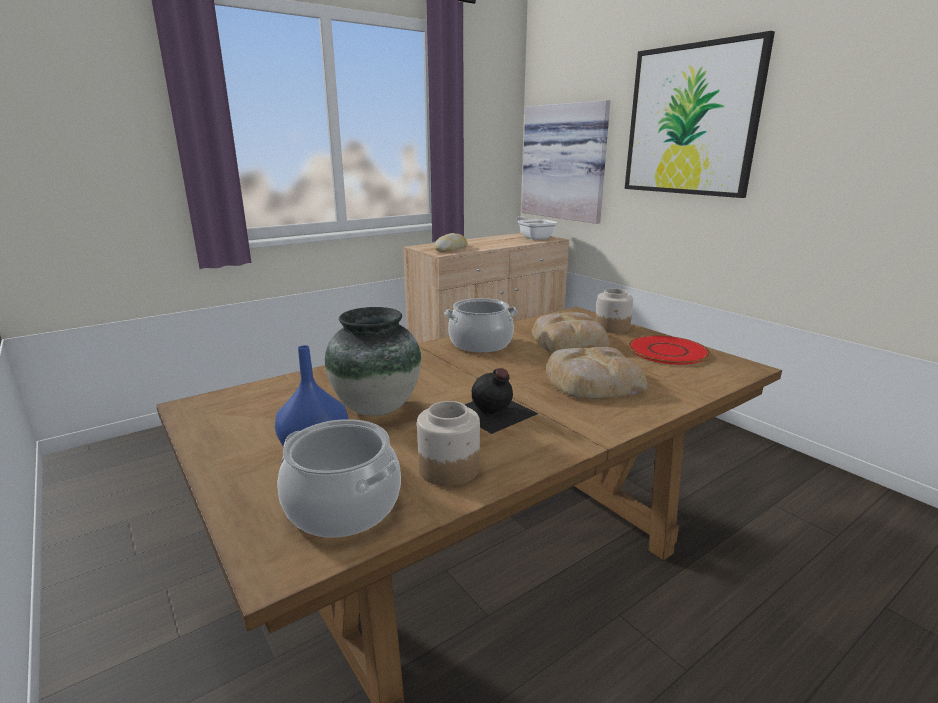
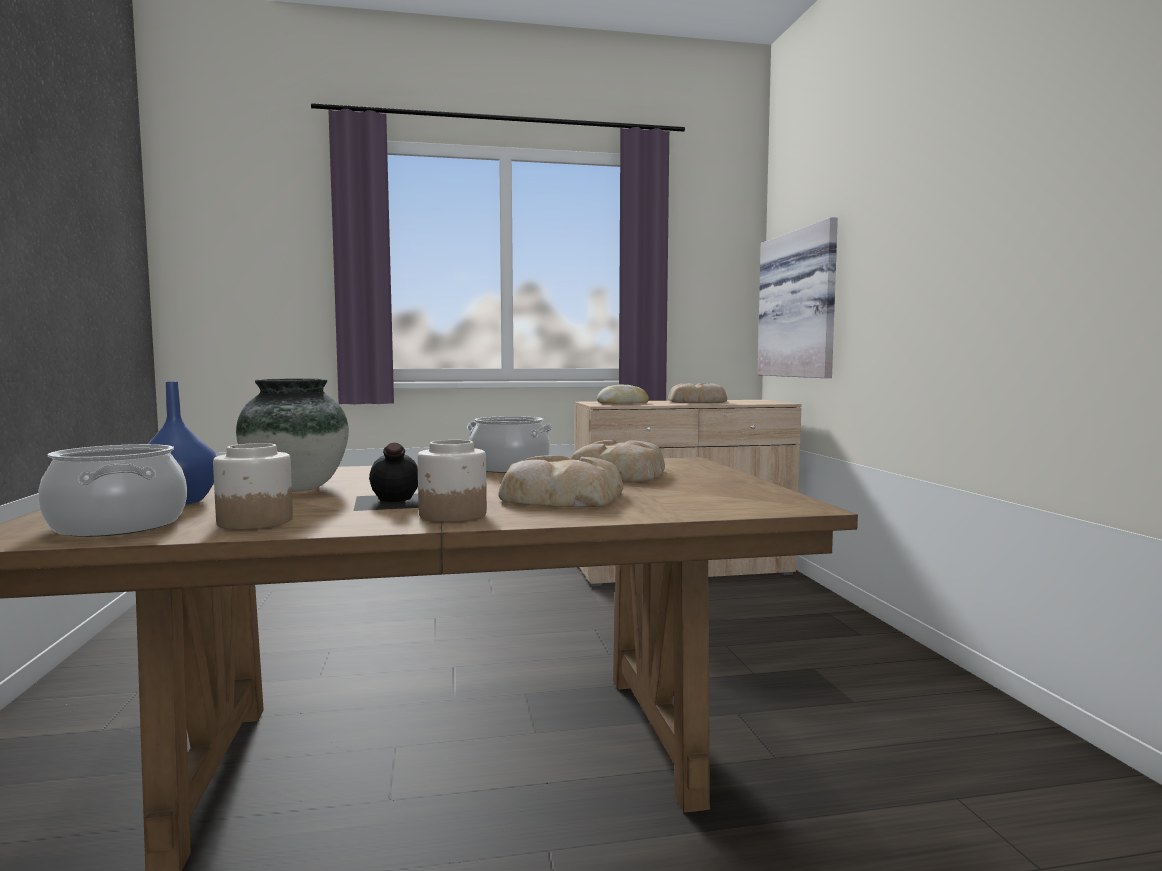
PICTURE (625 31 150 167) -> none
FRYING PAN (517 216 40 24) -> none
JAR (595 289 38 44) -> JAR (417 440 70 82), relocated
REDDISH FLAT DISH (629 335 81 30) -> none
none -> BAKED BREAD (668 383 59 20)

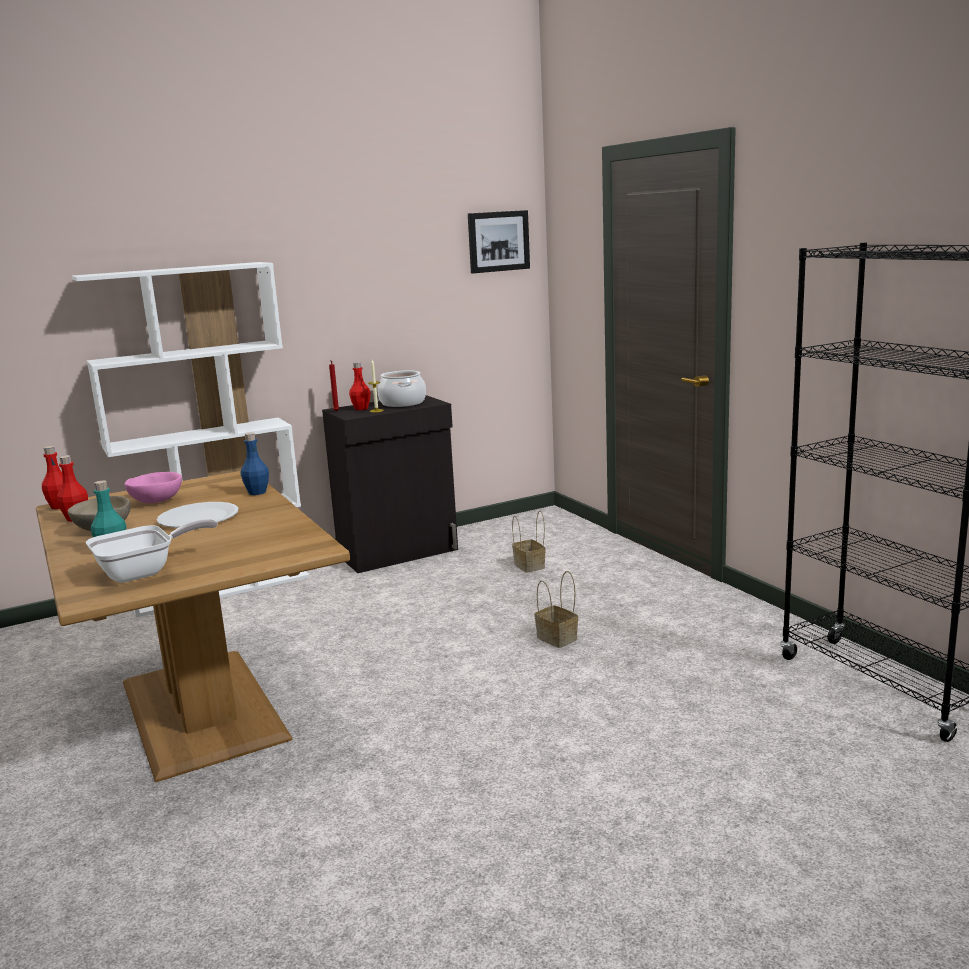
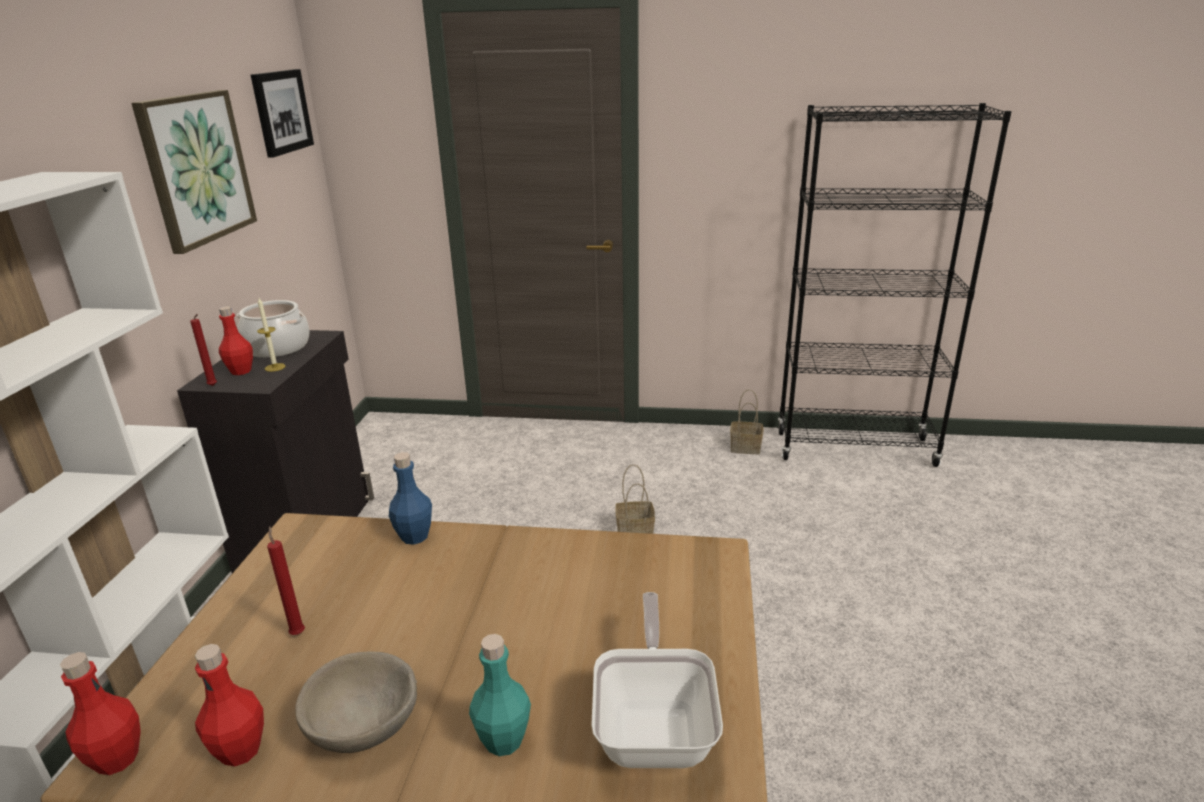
PINK-COLOURED BOWL (125 472 57 31) -> REDDISH CANDLE (267 526 38 109)
WHITE-COLOURED FLAT DISH (157 502 81 26) -> none
HOUSEHOLD BASKET (512 511 34 62) -> HOUSEHOLD BASKET (730 389 33 65), relocated
none -> PICTURE (131 90 126 164)

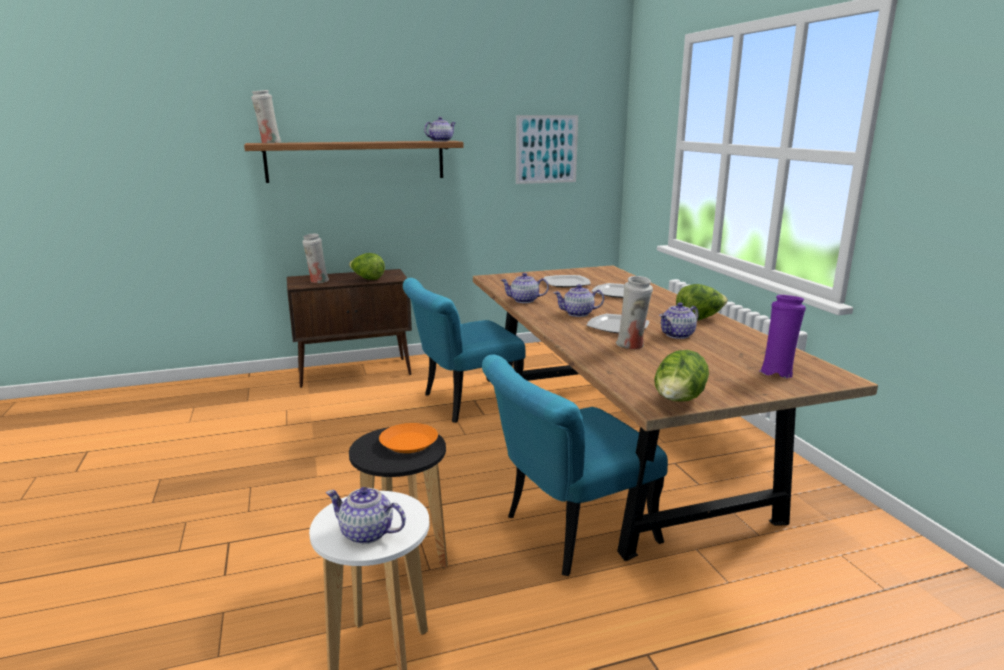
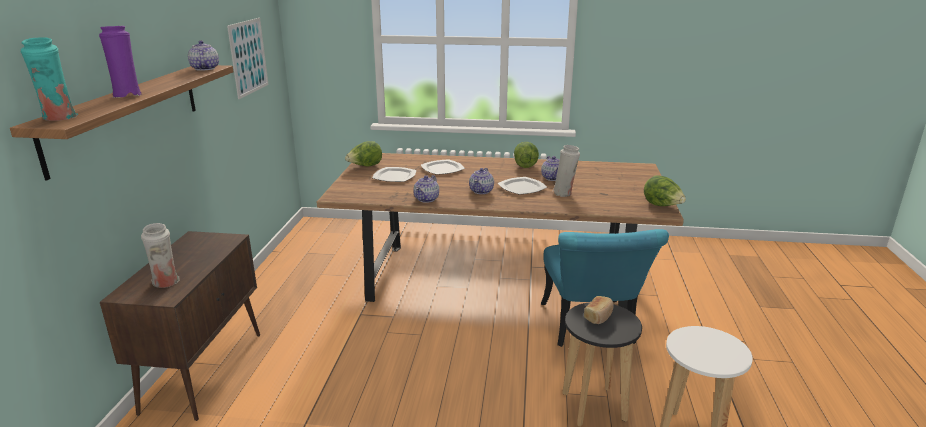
WHITE-COLOURED DECORATIVE VASE (251 90 30 53) -> TURQUOISE DECORATIVE VASE (21 37 57 84)
LETTUCE (349 253 36 27) -> LETTUCE (345 141 37 25), relocated
TURQUOISE UPRIGHT CHAIR (403 278 123 145) -> none
PURPLE DECORATIVE VASE (759 295 47 84) -> PURPLE DECORATIVE VASE (99 26 43 72), relocated
ORANGE FLAT DISH (379 423 59 30) -> BAKED BREAD (584 296 30 28)
TEAPOT (326 487 80 57) -> none

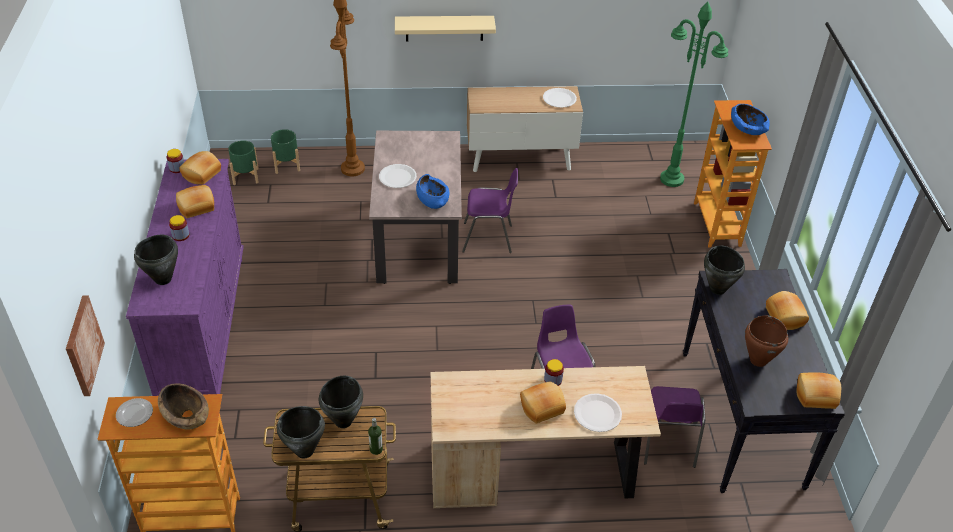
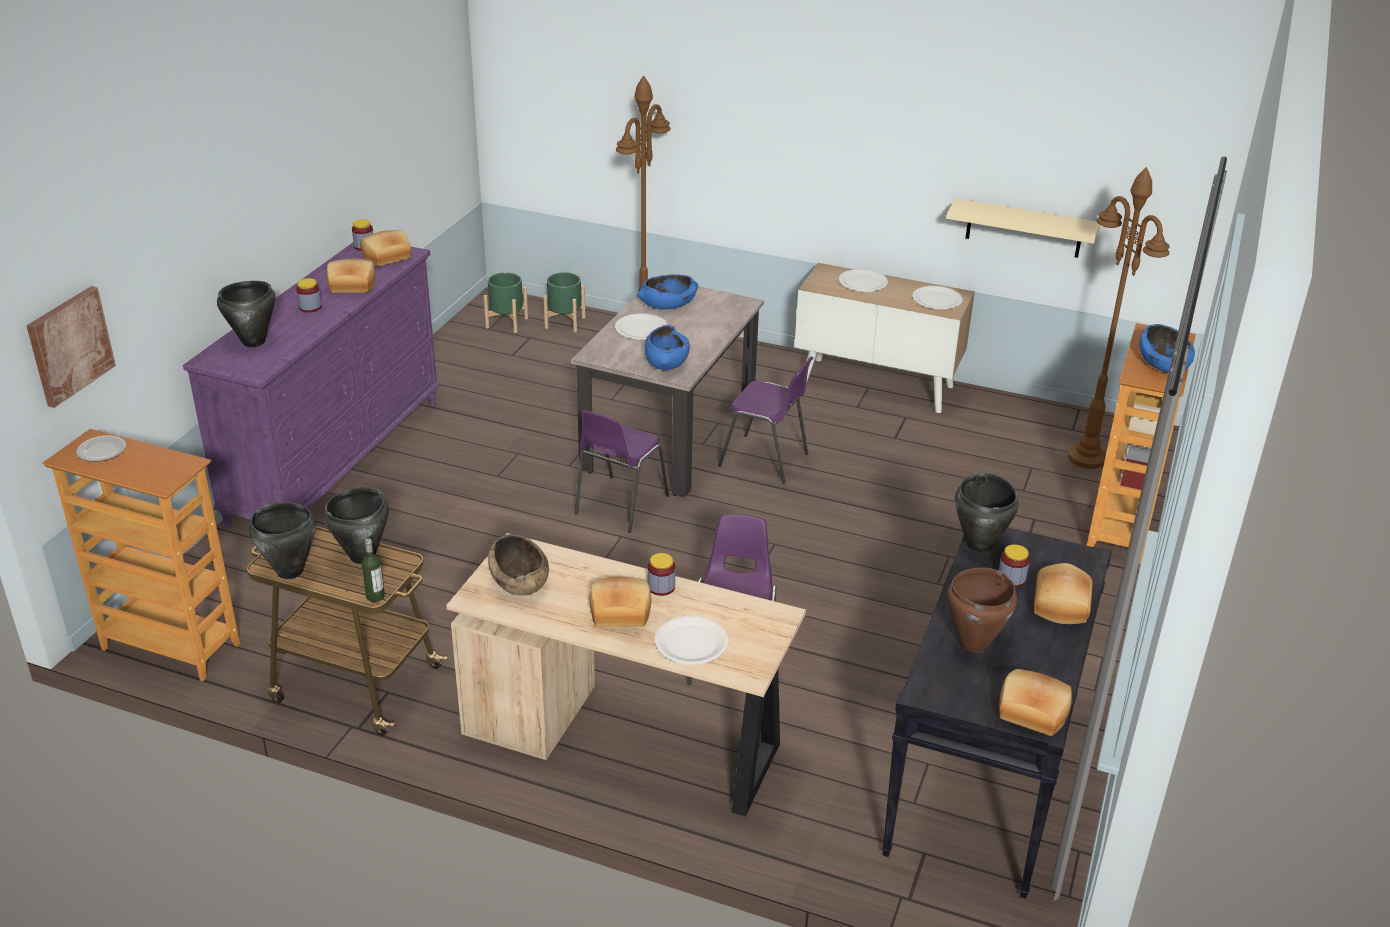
GREEN STANDING LAMP (660 1 68 186) -> BROWN-COLOURED STANDING LAMP (1068 167 102 302)
BEIGE-COLOURED BRACKET SHELF (395 16 101 26) -> BEIGE-COLOURED BRACKET SHELF (946 198 154 60), relocated
BROWN-COLOURED BOWL (158 383 51 47) -> BROWN-COLOURED BOWL (488 534 61 62), relocated
PURPLE UPRIGHT CHAIR (644 386 61 82) -> PURPLE UPRIGHT CHAIR (575 410 94 123), relocated
none -> WHITE-COLOURED FLAT DISH (839 269 49 23)
none -> BLUISH BOWL (637 274 61 35)
none -> JAR (999 544 31 44)

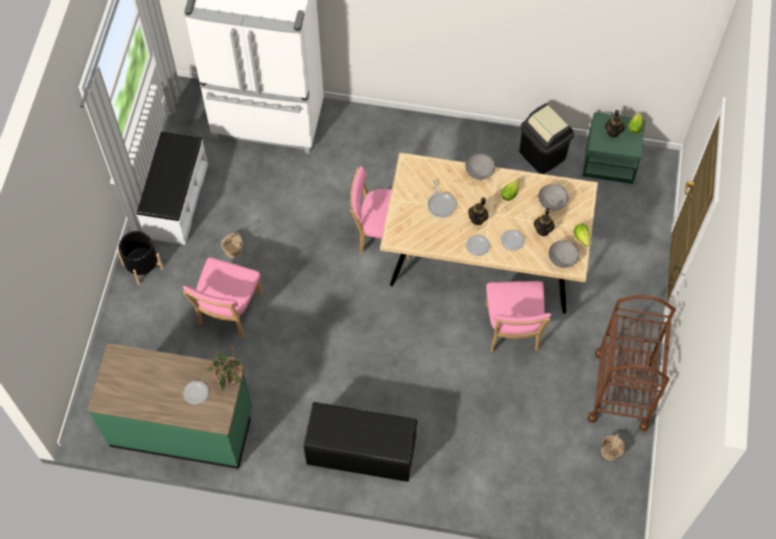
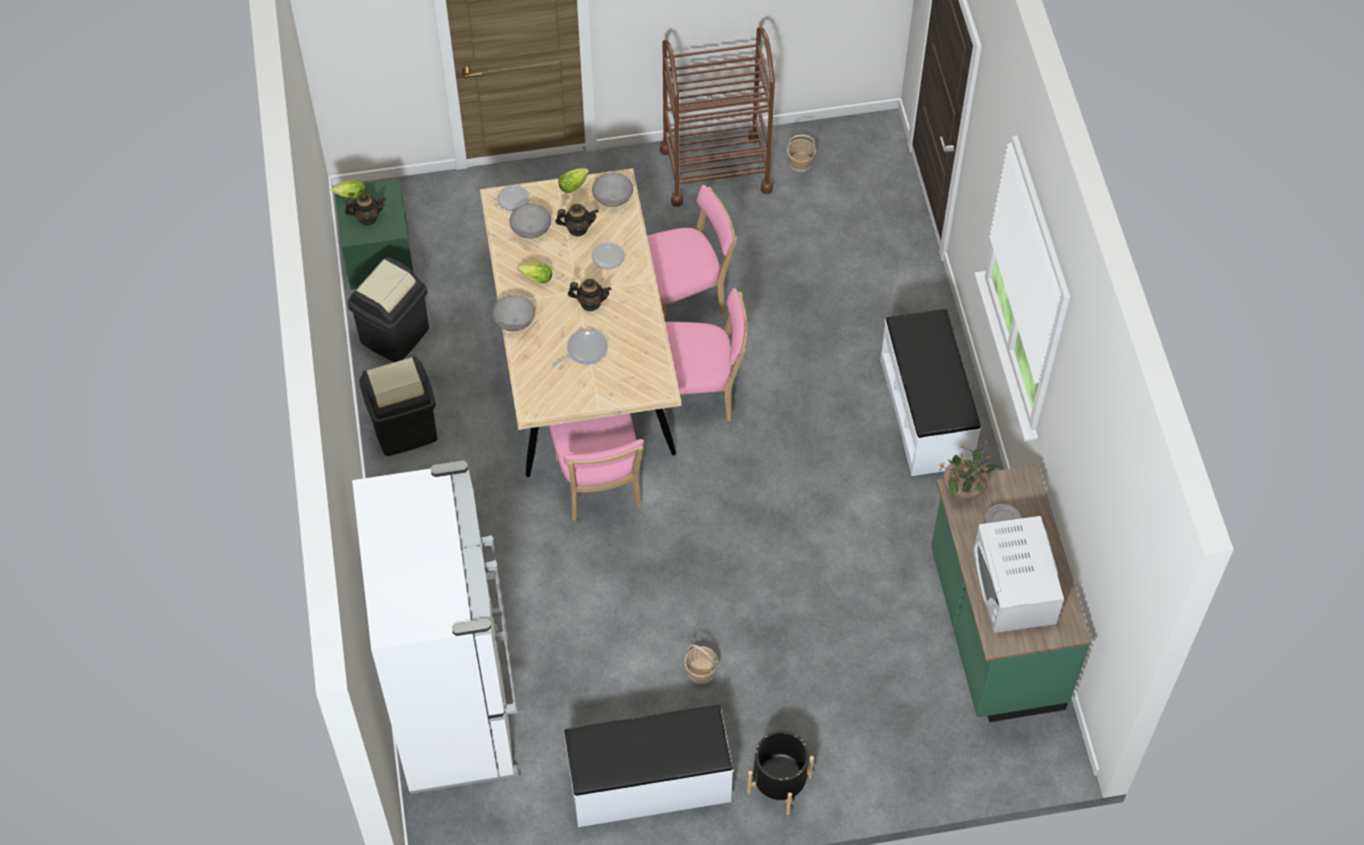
FLAT DISH (466 235 24 21) -> FLAT DISH (497 185 33 26), relocated
PINK-COLOURED UPRIGHT CHAIR (183 257 79 81) -> PINK-COLOURED UPRIGHT CHAIR (658 288 89 137), relocated
BLACK-COLOURED BENCH (303 402 114 80) -> WHITE-COLOURED BENCH (880 308 101 168)
none -> BLACK-COLOURED RUBBISH BIN (359 356 78 100)
none -> WHITE-COLOURED KITCHEN MICROWAVE (973 516 91 117)

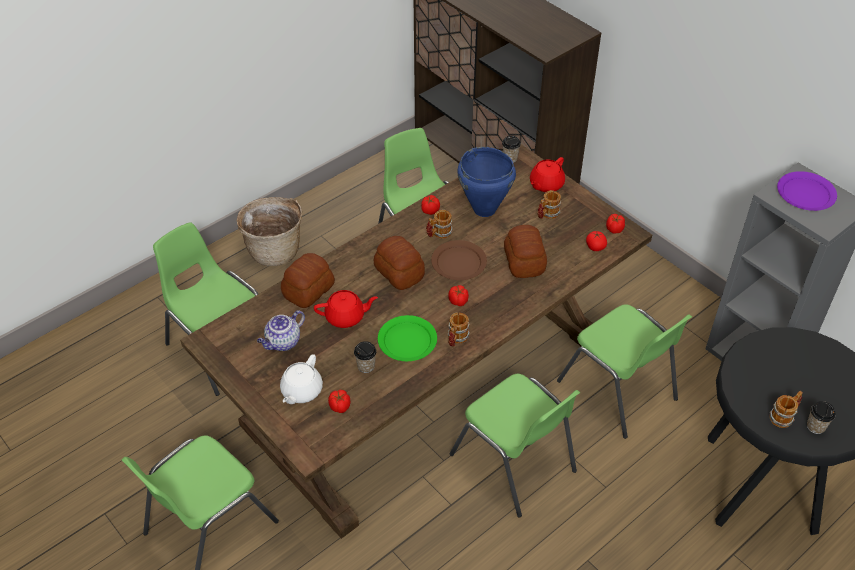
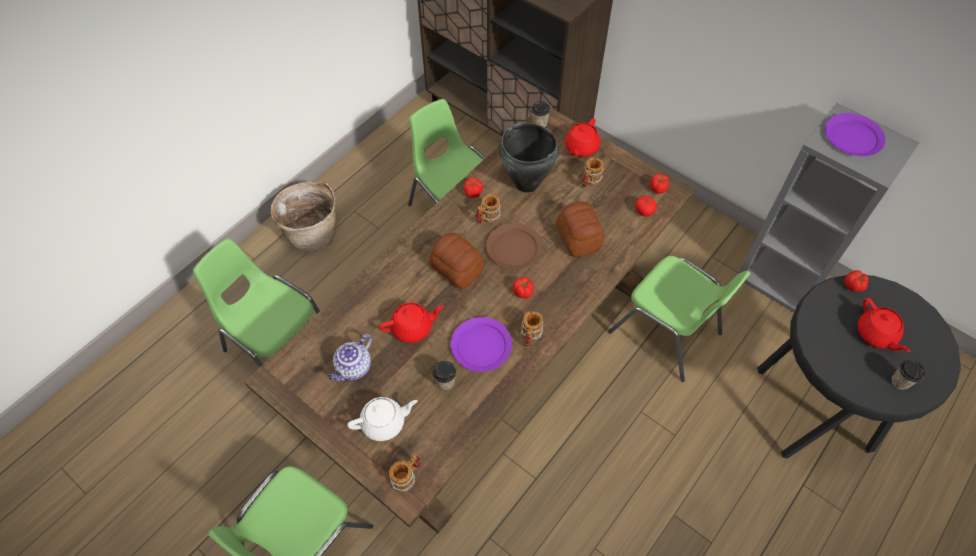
BLUISH COOKING POT (457 147 59 70) -> BLACK-COLOURED COOKING POT (499 123 61 70)
BAKED BREAD (281 253 54 55) -> none
GREEN FLAT DISH (378 315 59 46) -> PURPLE FLAT DISH (451 317 61 55)
WHITE-COLOURED TEAPOT (280 354 43 50) -> WHITE-COLOURED TEAPOT (348 397 69 44), 120 degrees counterclockwise
GREEN UPRIGHT CHAIR (450 374 130 143) -> none
TOMATO (328 390 22 23) -> TOMATO (845 270 24 22), relocated
COFFEE MUG (770 391 33 37) -> COFFEE MUG (389 455 31 37), relocated
none -> REDDISH TEAPOT (857 298 53 54)

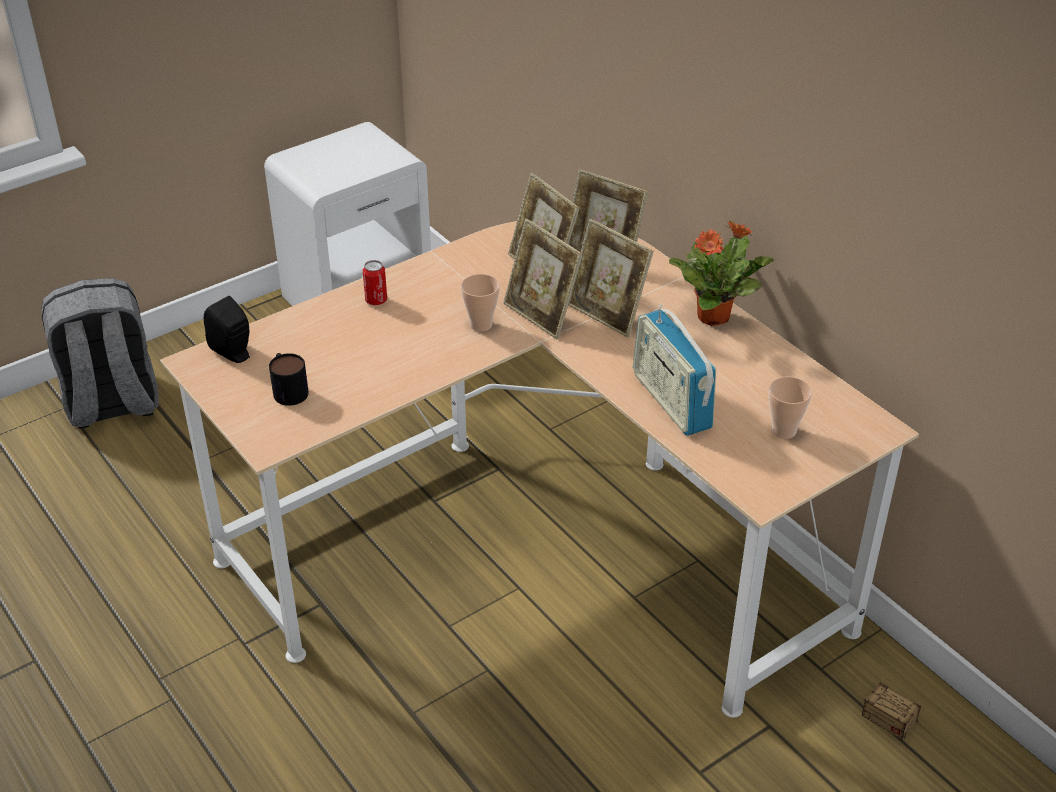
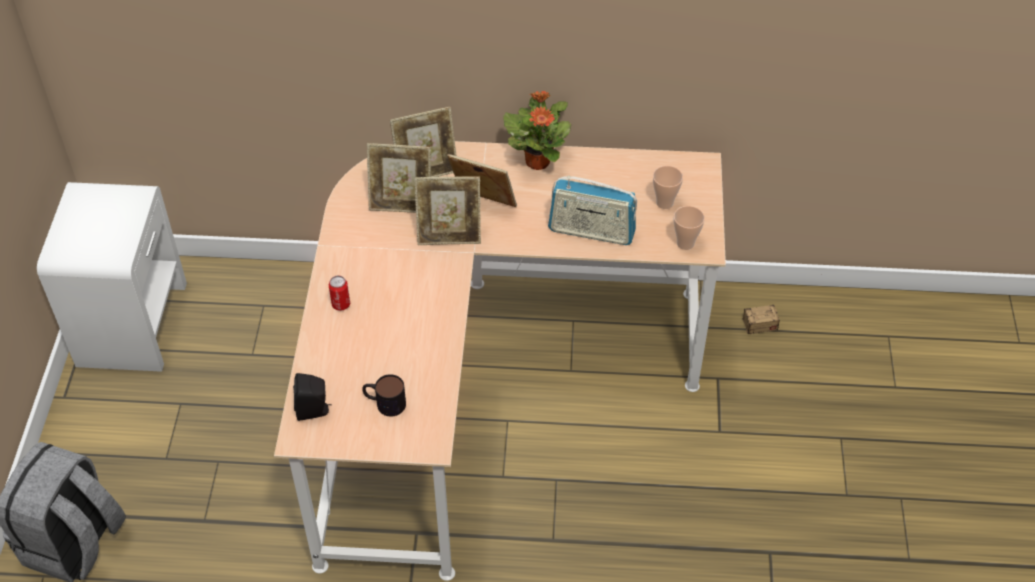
PICTURE FRAME (568 219 85 119) -> PICTURE FRAME (447 154 70 53), 150 degrees counterclockwise
SMALL CUP (461 274 39 58) -> SMALL CUP (674 206 31 44), relocated

